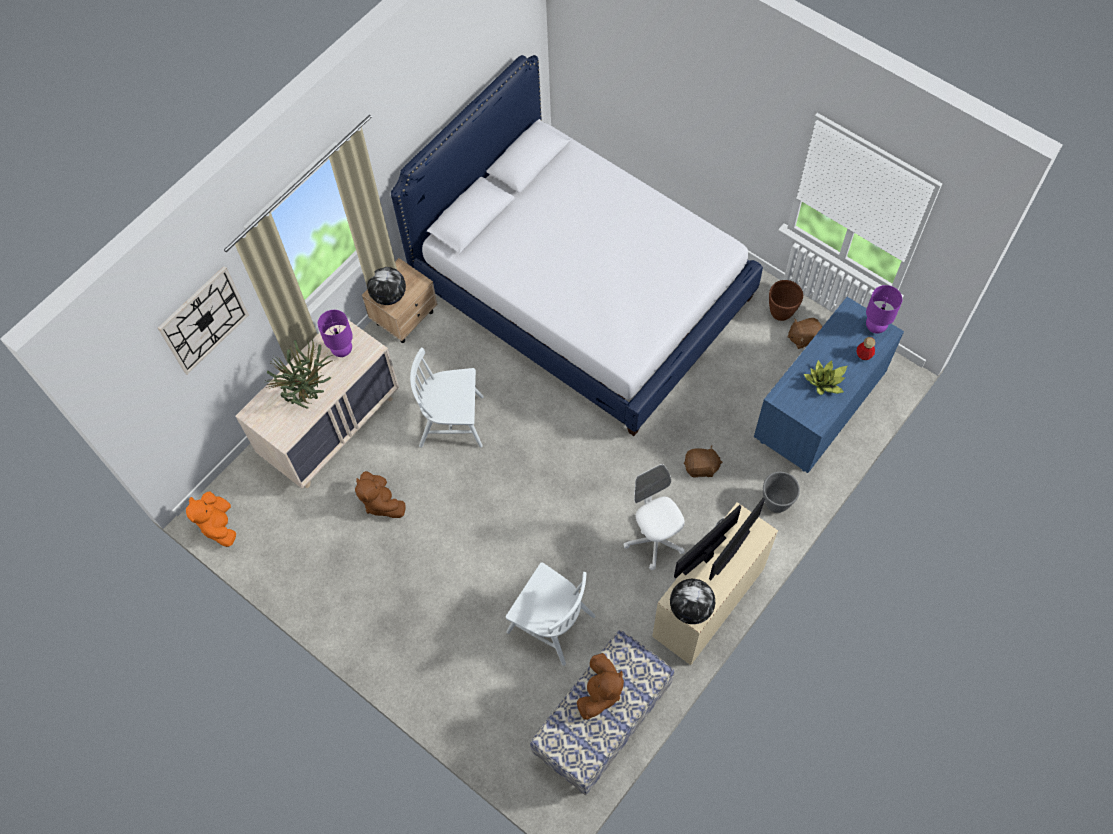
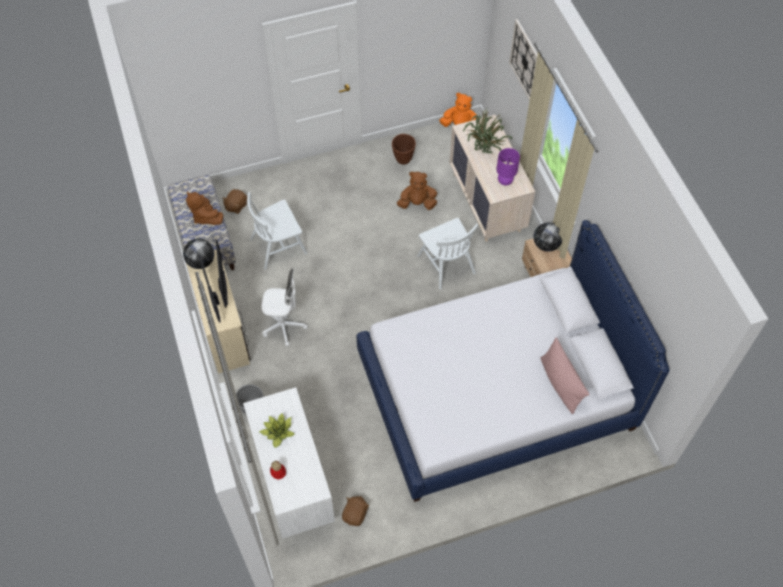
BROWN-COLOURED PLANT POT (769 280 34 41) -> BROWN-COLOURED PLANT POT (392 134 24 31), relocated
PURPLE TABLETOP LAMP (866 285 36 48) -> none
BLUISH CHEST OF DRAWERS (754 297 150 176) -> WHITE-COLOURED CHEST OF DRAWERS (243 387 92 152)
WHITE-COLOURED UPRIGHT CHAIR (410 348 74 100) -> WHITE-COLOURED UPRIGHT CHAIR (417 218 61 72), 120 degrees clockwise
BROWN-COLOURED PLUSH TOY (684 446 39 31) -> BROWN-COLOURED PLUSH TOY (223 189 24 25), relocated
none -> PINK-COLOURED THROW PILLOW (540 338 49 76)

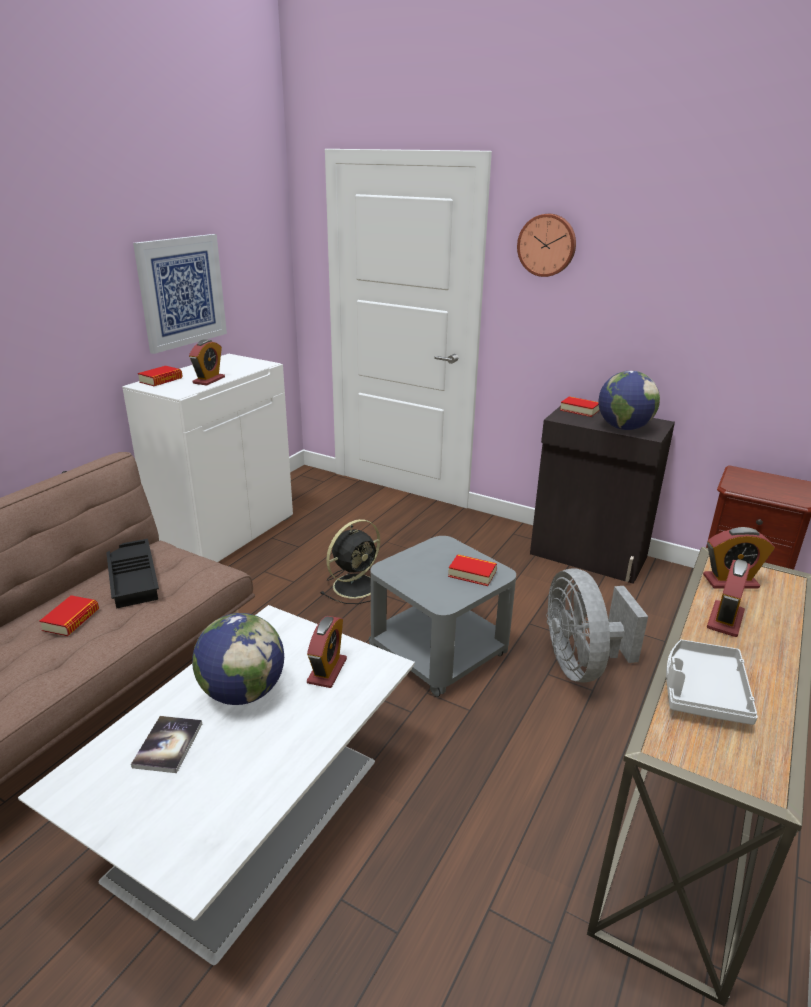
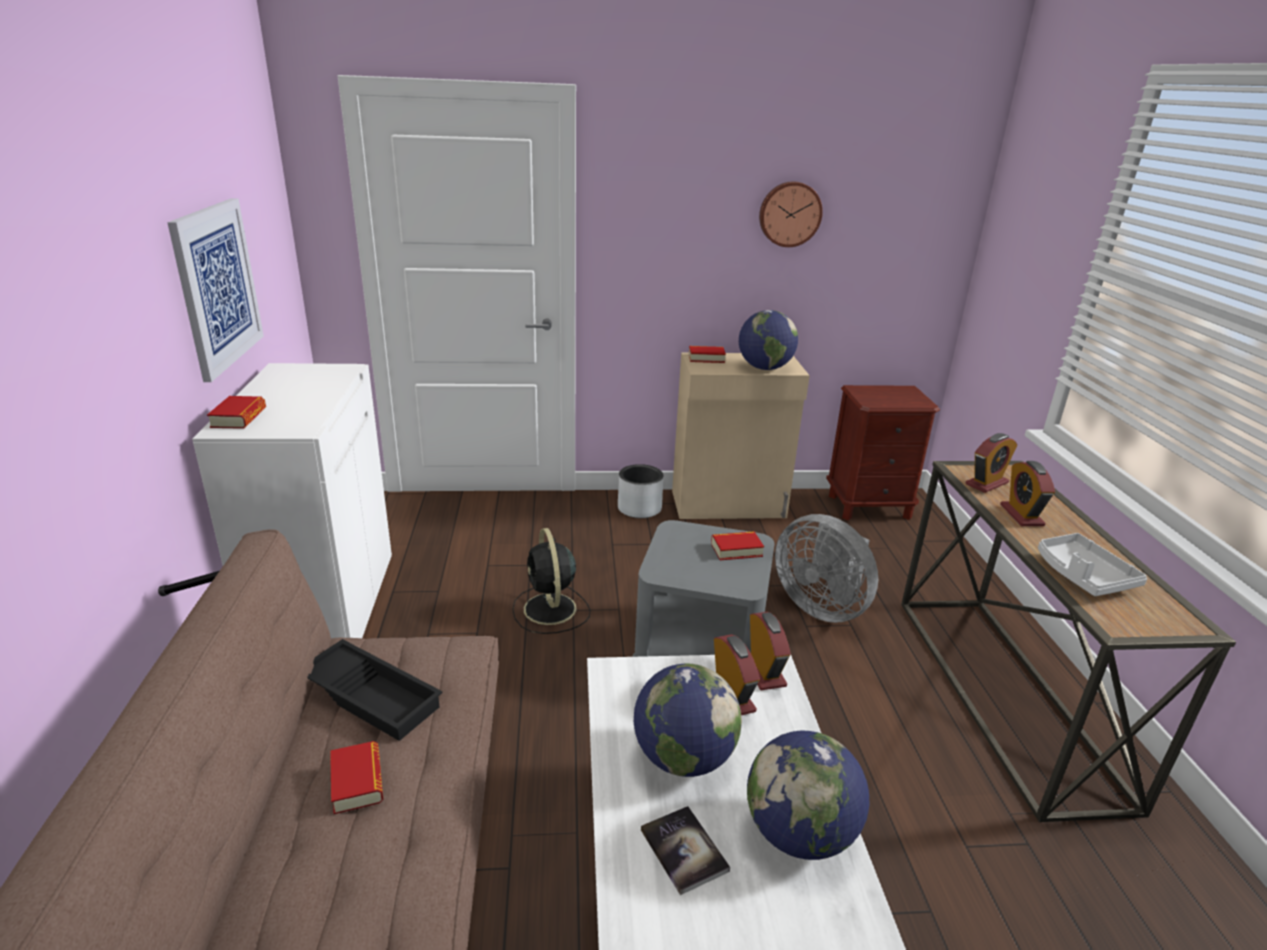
WALL CLOCK (517 214 59 63) -> WALL CLOCK (759 181 64 66), relocated
BEDSIDE CLOCK (189 339 36 46) -> BEDSIDE CLOCK (750 612 41 78), relocated
BLACK-COLOURED CUPBOARD (530 406 145 178) -> BEIGE-COLOURED CUPBOARD (672 352 138 167)
BLACK-COLOURED FAN (320 519 60 85) -> BLACK-COLOURED FAN (512 528 78 106), 150 degrees clockwise
none -> GRAY PLANT POT (618 464 45 54)
none -> GLOBE (747 731 122 129)

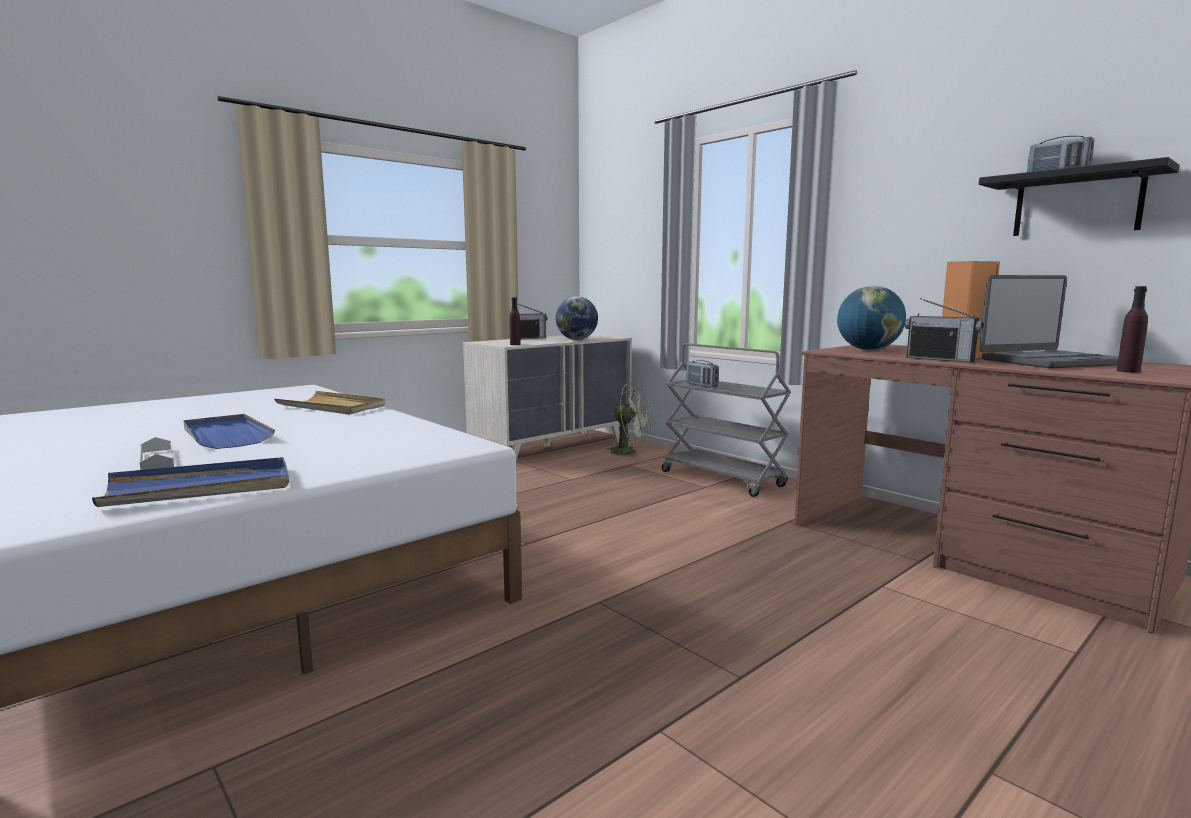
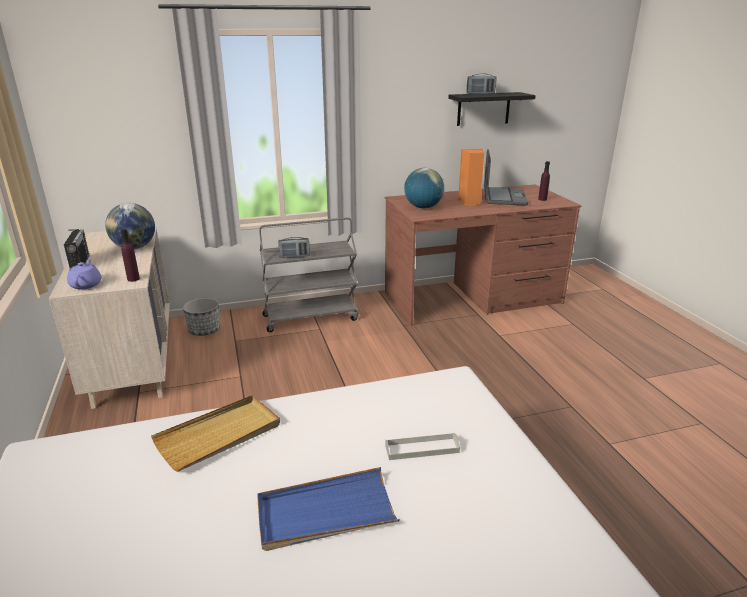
RADIO (905 298 79 65) -> none
GREEN FAN (606 383 46 76) -> PLANT POT (183 298 37 38)
GRAY CARRYING TRAY (140 437 34 33) -> GRAY CARRYING TRAY (385 433 75 27), relocated
BLUISH CARRYING TRAY (92 457 197 50) -> none
none -> PURPLE TEAPOT (67 258 34 32)

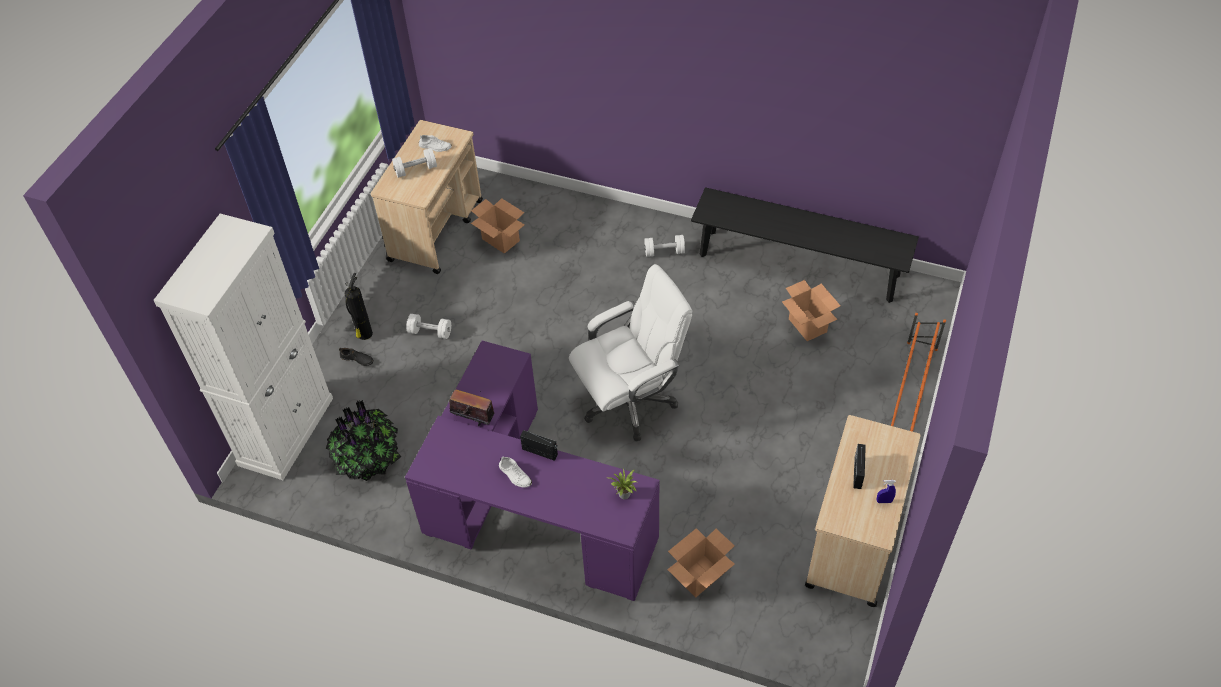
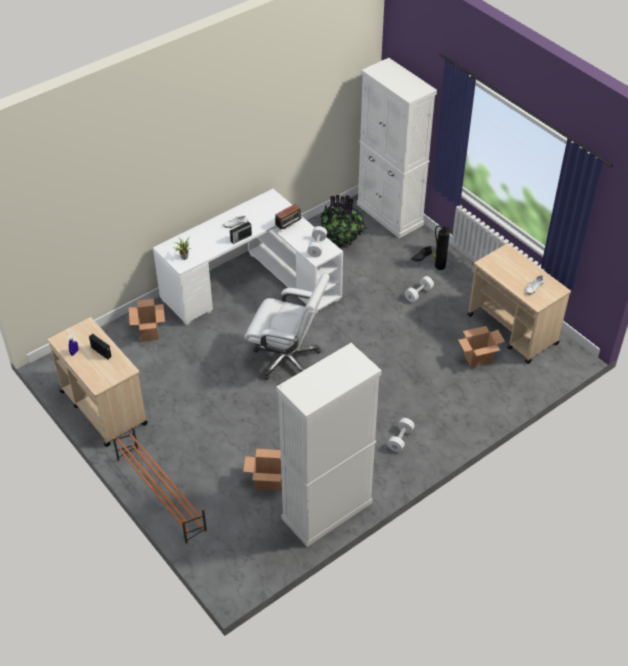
WHITE-COLOURED FREE WEIGHT (392 148 45 30) -> WHITE-COLOURED FREE WEIGHT (307 226 20 31), relocated
BLACK-COLOURED BENCH (691 187 228 116) -> WHITE-COLOURED CUPBOARD (276 343 106 204)
WHITE-COLOURED OFFICE CHAIR (569 264 124 177) -> WHITE-COLOURED OFFICE CHAIR (245 274 85 106), 75 degrees counterclockwise
PURPLE DESK UNIT (405 341 255 260) -> WHITE-COLOURED DESK UNIT (153 189 190 136)

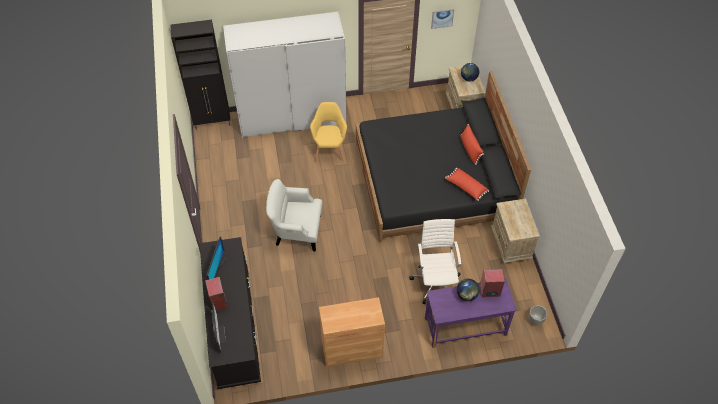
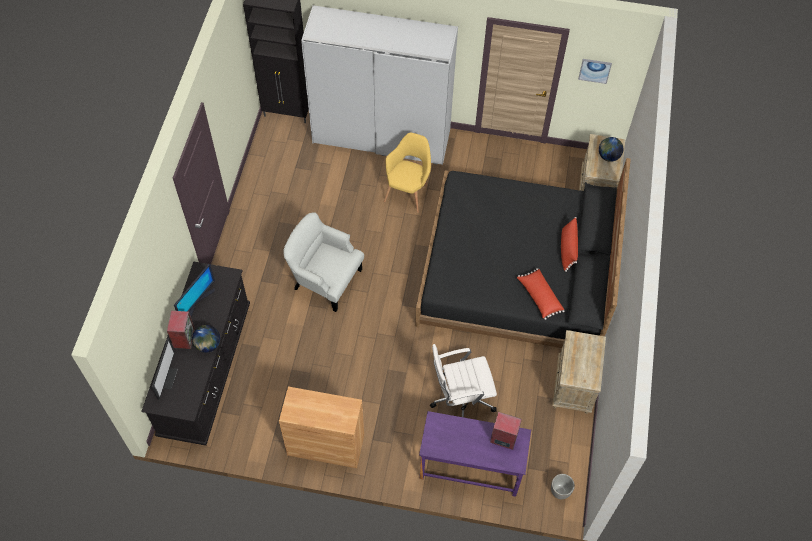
WHITE-COLOURED OFFICE CHAIR (409 219 52 85) -> WHITE-COLOURED OFFICE CHAIR (430 344 67 73), 120 degrees counterclockwise
GLOBE (457 279 22 22) -> GLOBE (192 325 28 28), relocated

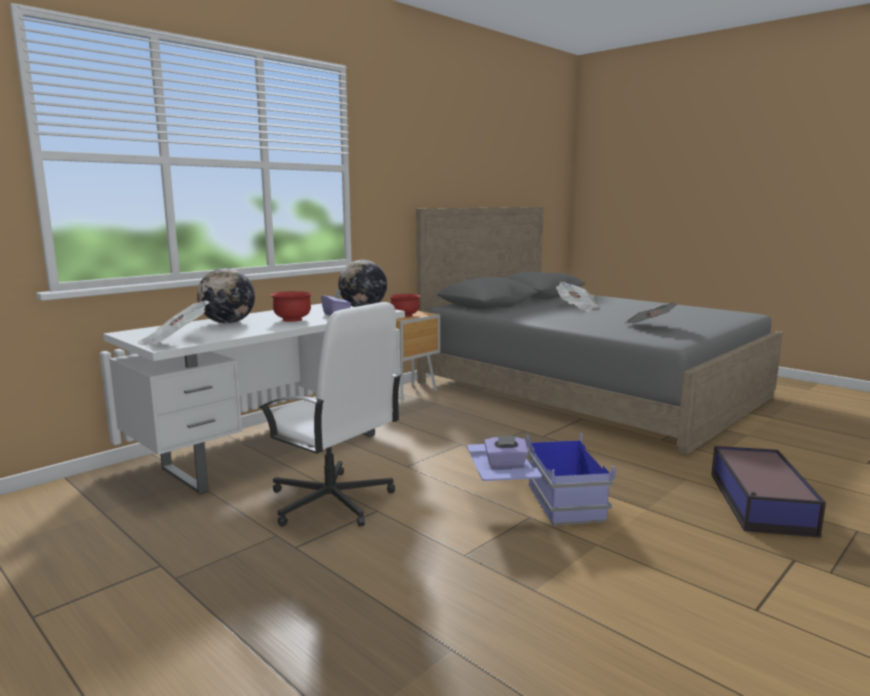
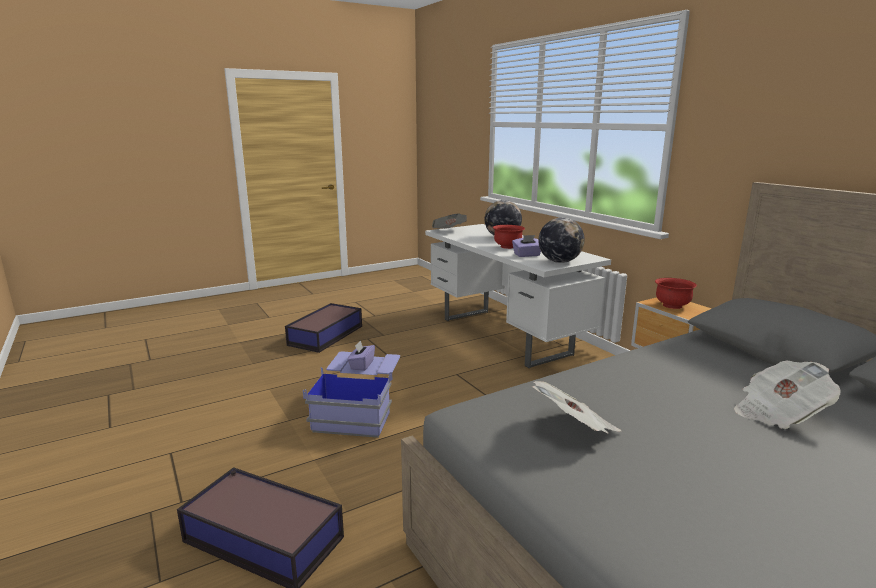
WHITE-COLOURED OFFICE CHAIR (259 302 143 225) -> none
none -> STORAGE BIN (285 303 77 50)

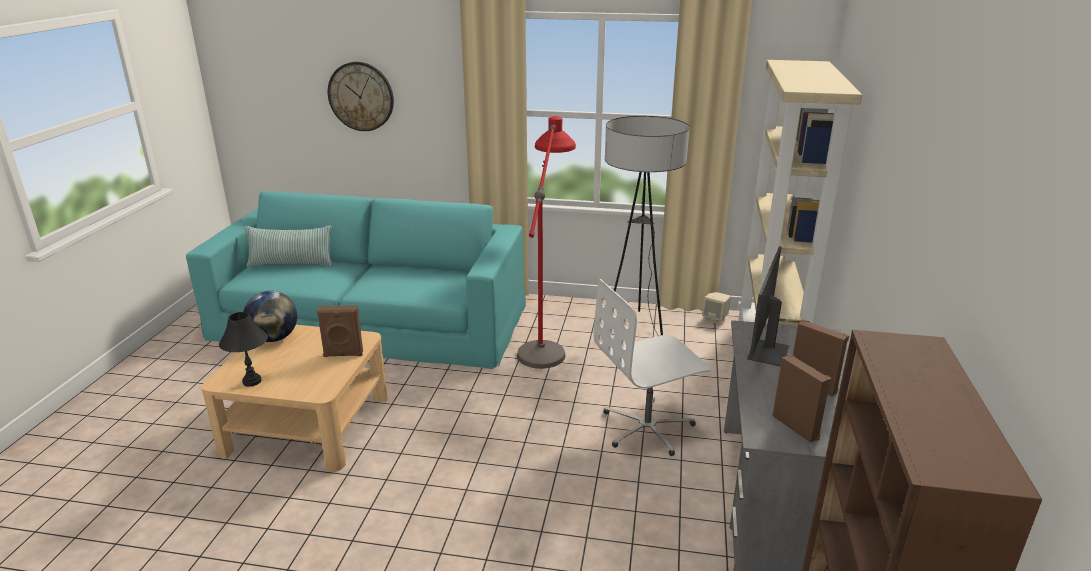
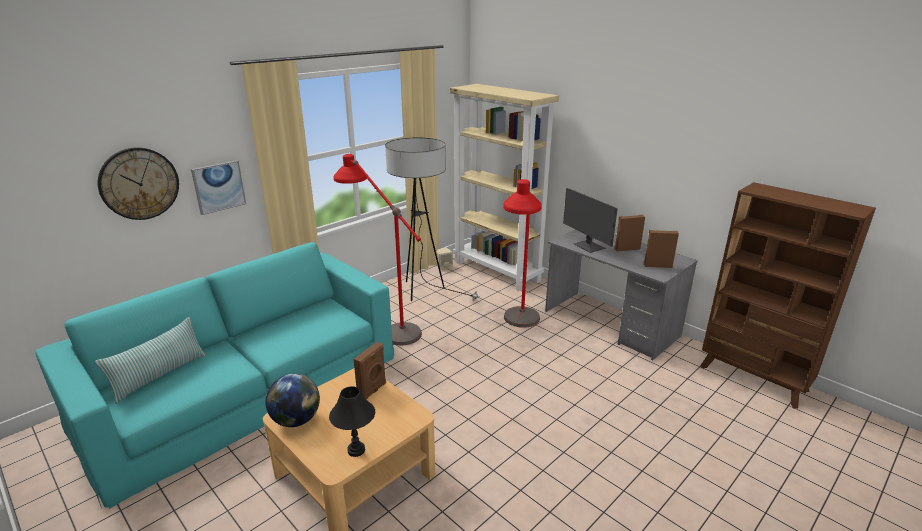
WHITE-COLOURED OFFICE CHAIR (594 279 117 177) -> REDDISH STANDING LAMP (503 179 39 149)
none -> PICTURE (191 160 55 55)

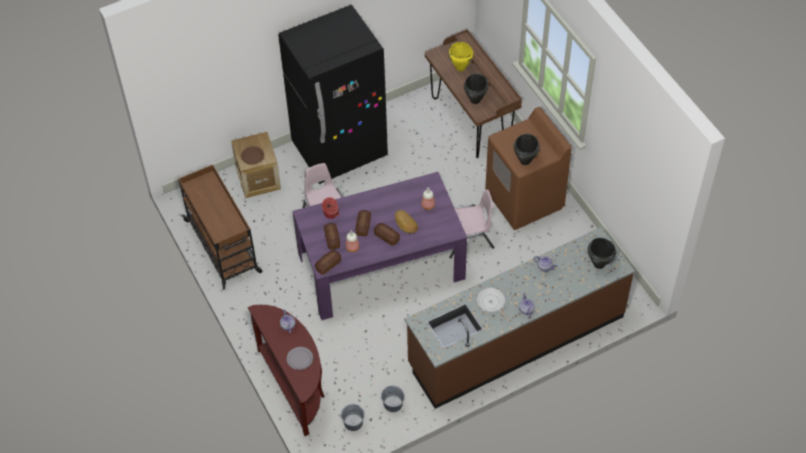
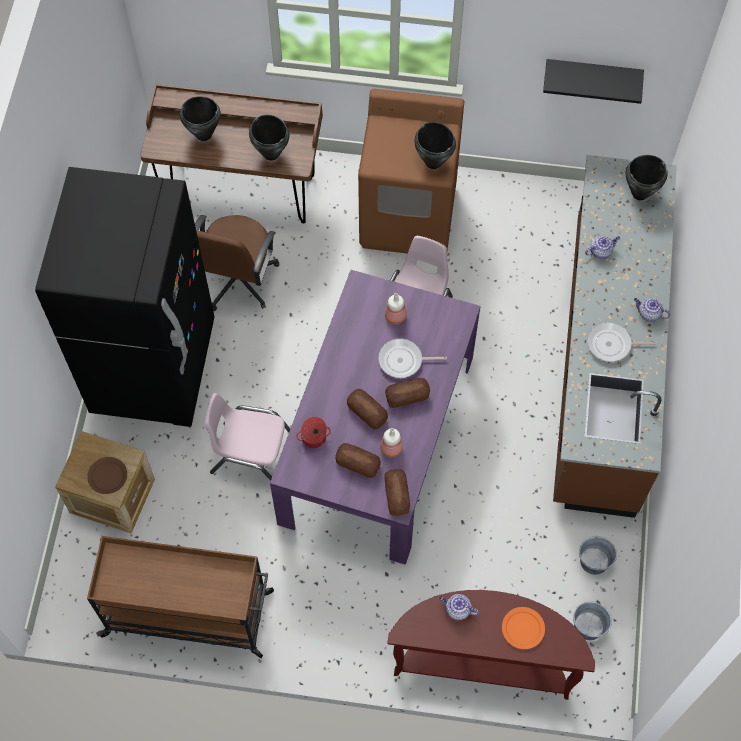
YELLOW COOKING POT (449 42 24 29) -> BLACK-COLOURED COOKING POT (180 96 41 45)
BAKED BREAD (395 210 23 24) -> FRYING PAN (378 338 69 40)
GRAY FLAT DISH (287 347 26 23) -> ORANGE FLAT DISH (502 607 43 42)
none -> BLACK-COLOURED BRACKET SHELF (543 59 101 45)
none -> BROWN-COLOURED OFFICE CHAIR (195 215 84 96)

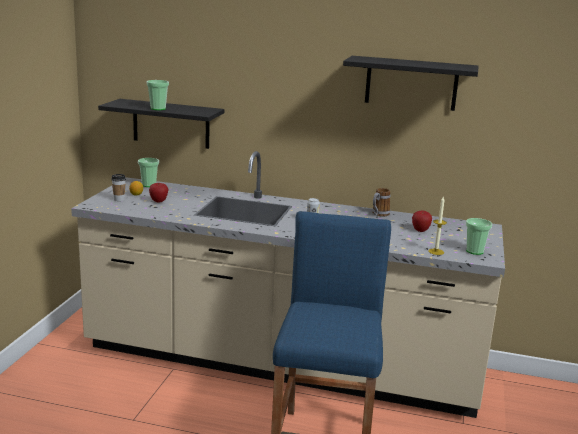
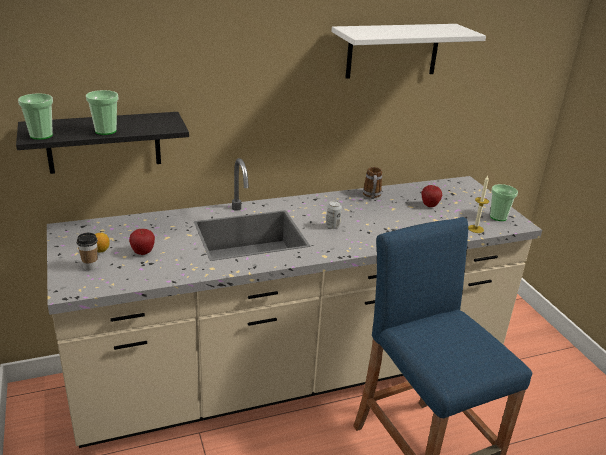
BLACK-COLOURED BRACKET SHELF (343 56 135 55) -> WHITE-COLOURED BRACKET SHELF (331 24 155 55)
SMALL CUP (138 158 21 29) -> SMALL CUP (18 93 35 47), relocated

